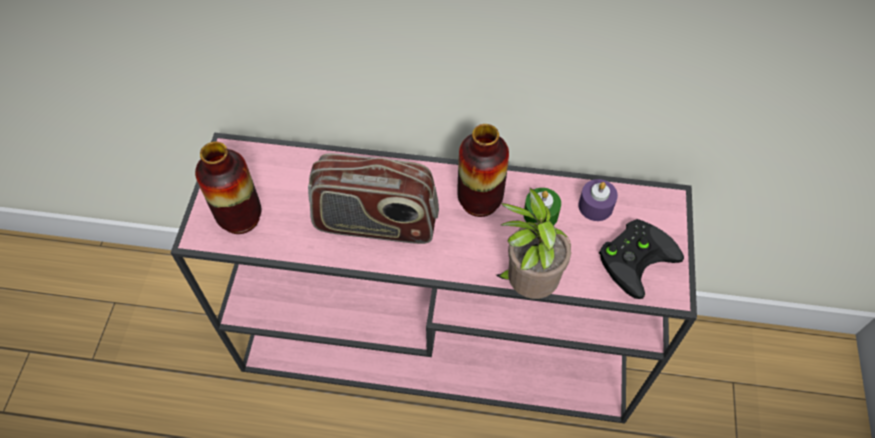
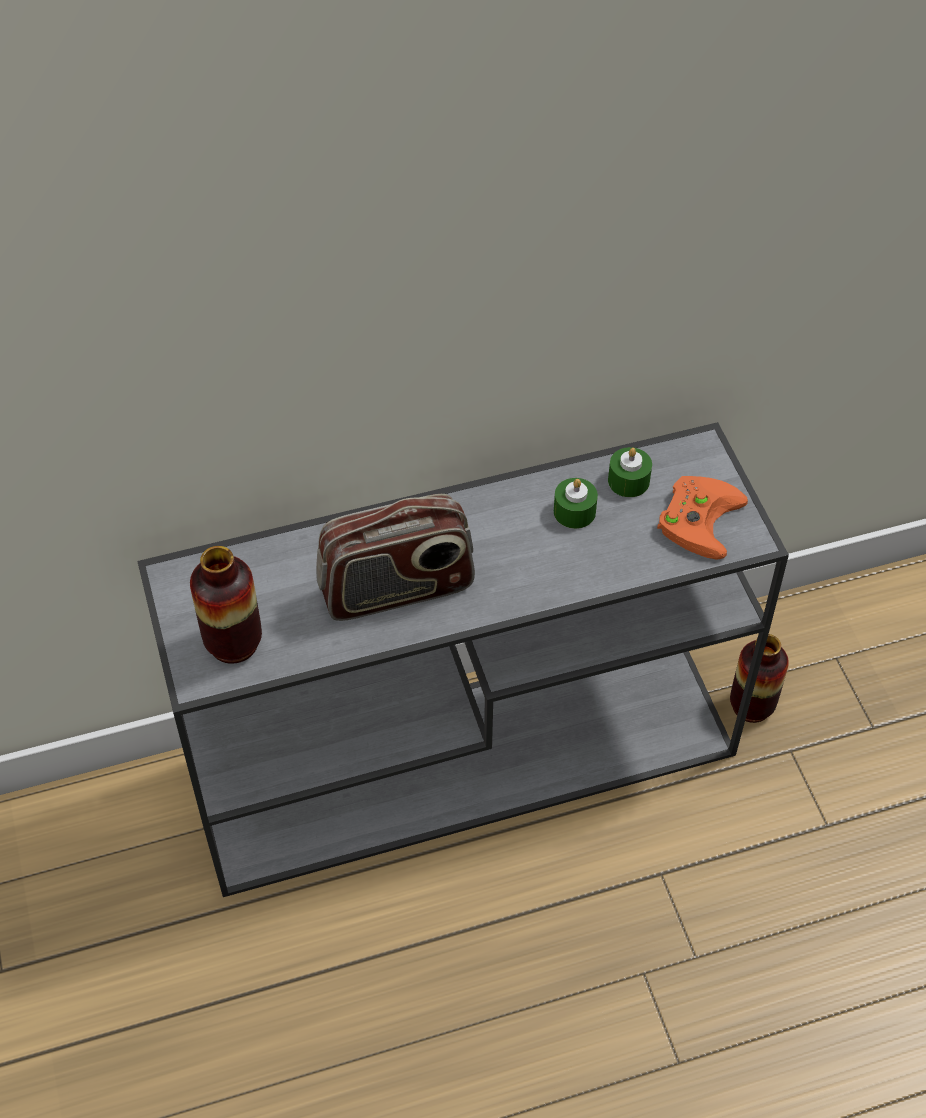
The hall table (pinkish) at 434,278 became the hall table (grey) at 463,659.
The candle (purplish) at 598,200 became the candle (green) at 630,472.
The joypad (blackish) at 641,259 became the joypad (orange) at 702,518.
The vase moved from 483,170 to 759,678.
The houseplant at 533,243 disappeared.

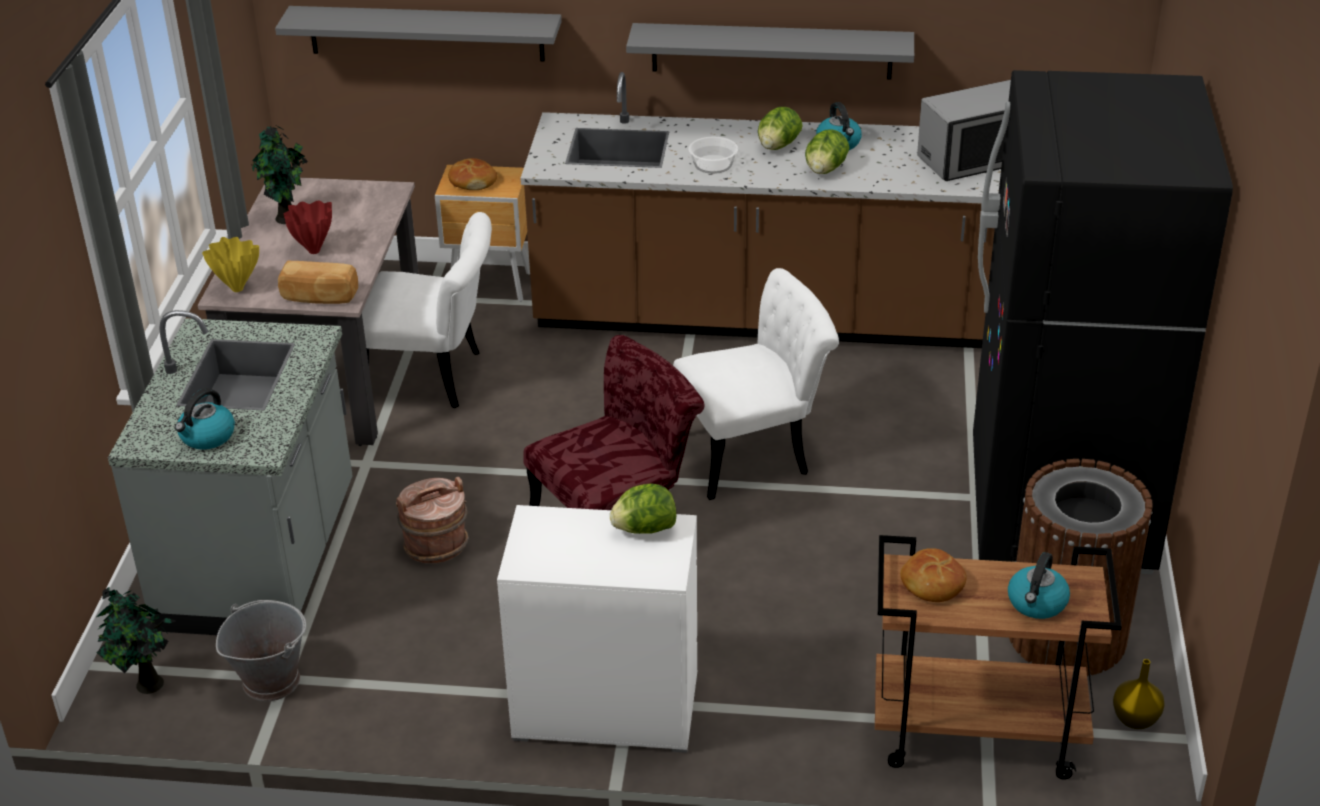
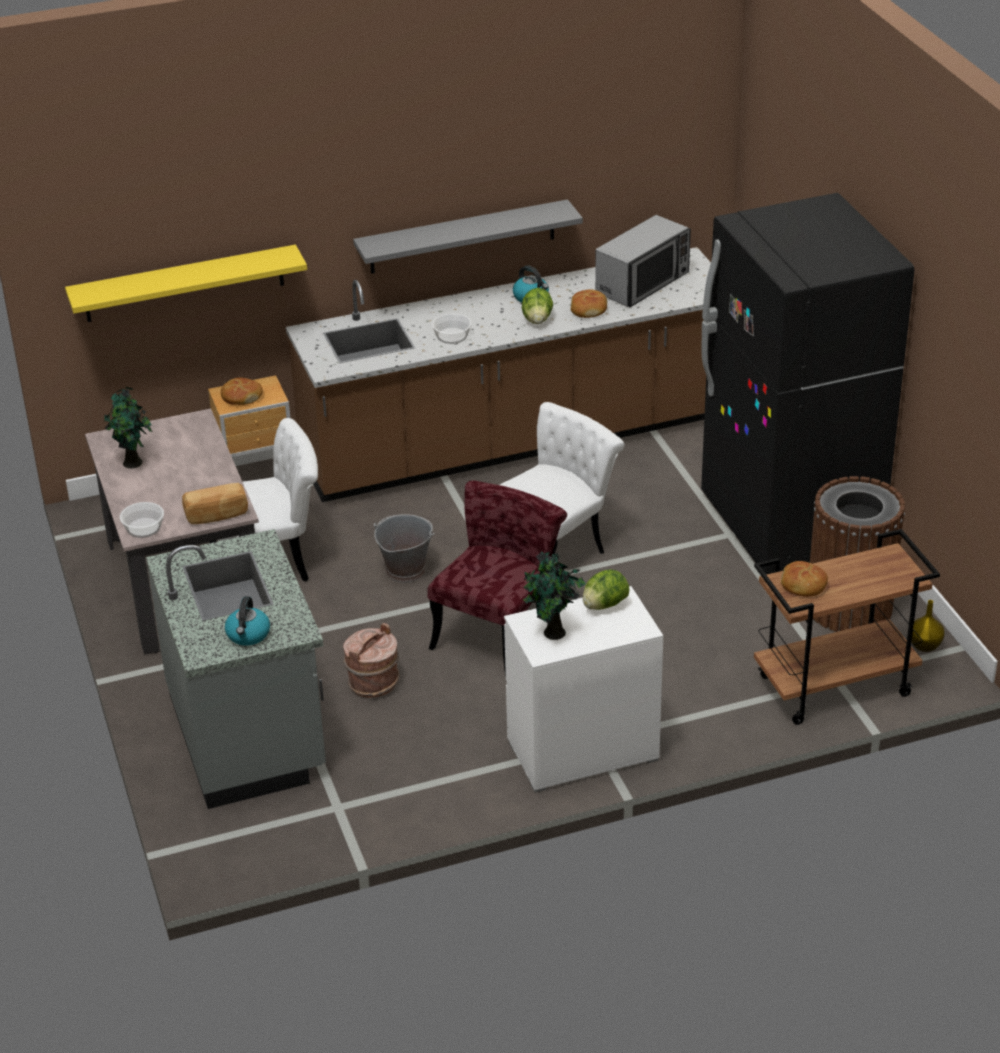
The bracket shelf (grey) at 418,34 became the bracket shelf (yellow-coloured) at 186,283.
The vase (yellow-coloured) at 230,264 was replaced by the serving bowl at 142,520.
The pail (grey) moved from 261,650 to 404,548.
The houseplant moved from 136,640 to 554,596.
The bakery bread at 589,303 appeared.
The vase (red) at 308,227 disappeared.
The lettuce head at 780,128 disappeared.
The kettle at 1039,585 disappeared.

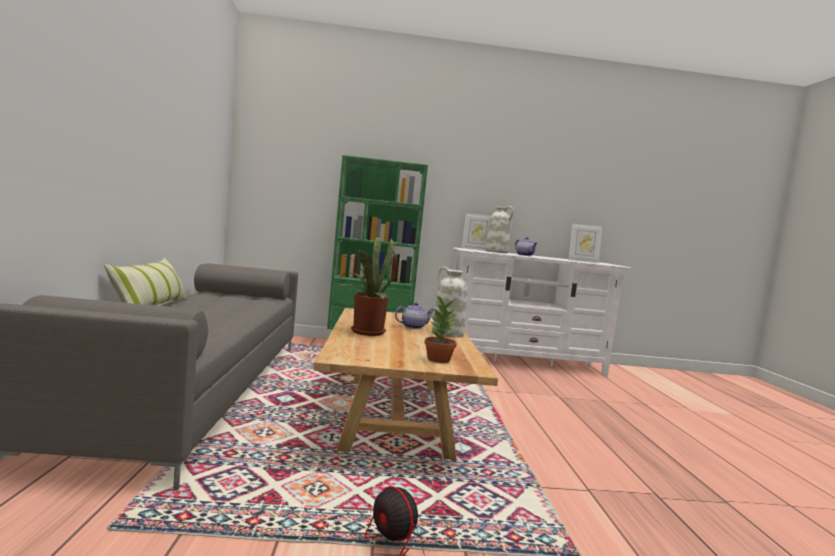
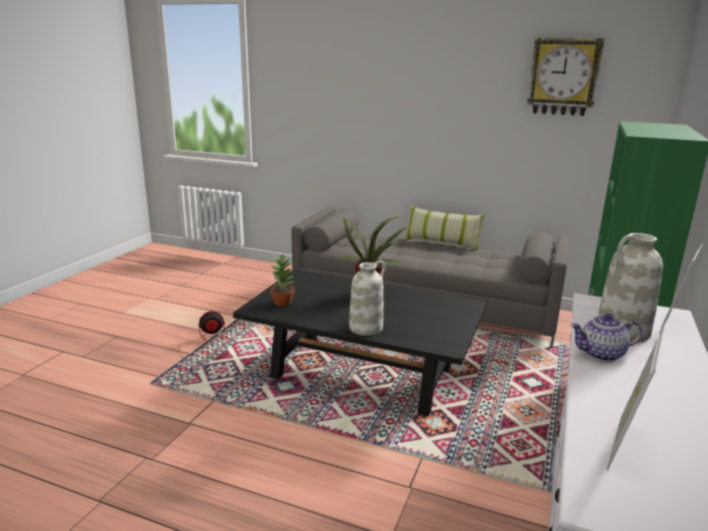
The low table (sand-coloured) at 406,384 became the low table (blackish) at 360,342.
The clock on the wall at 566,77 appeared.
The tea pot at 414,315 disappeared.

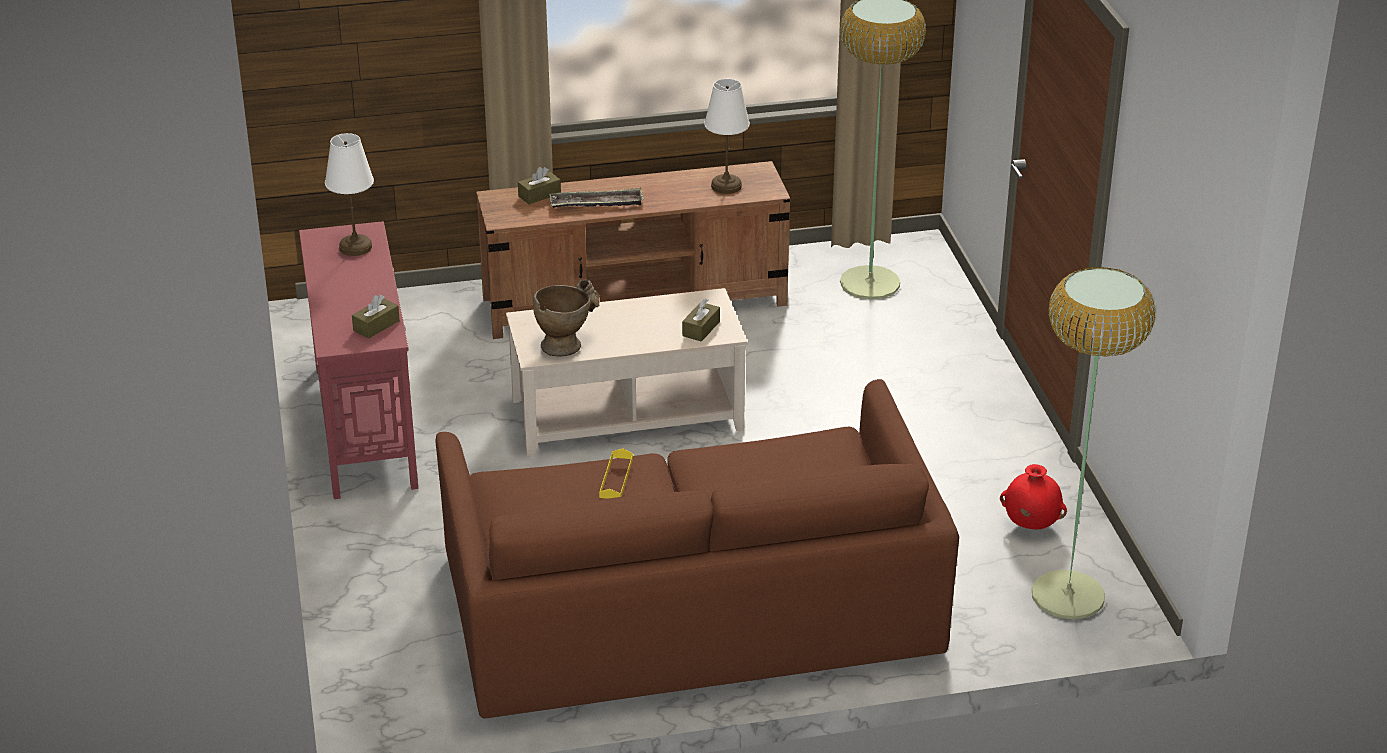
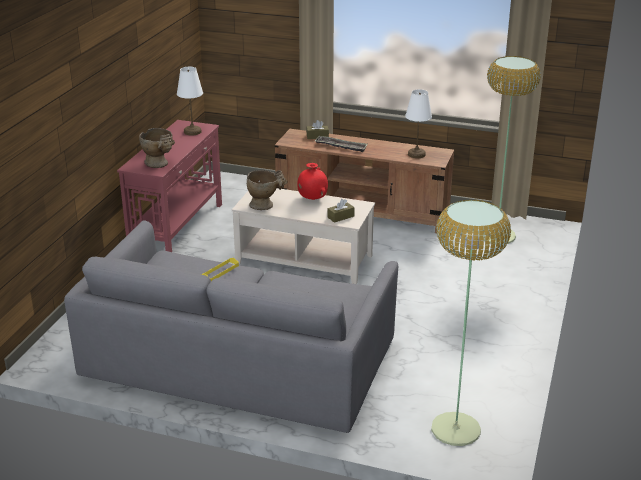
The sofa (brown-coloured) at 697,549 became the sofa (grey) at 231,326.
The tissue holder (brown-coloured) at 376,316 was replaced by the vase (sand-coloured) at 157,148.
The vase (red) moved from 1033,496 to 312,181.

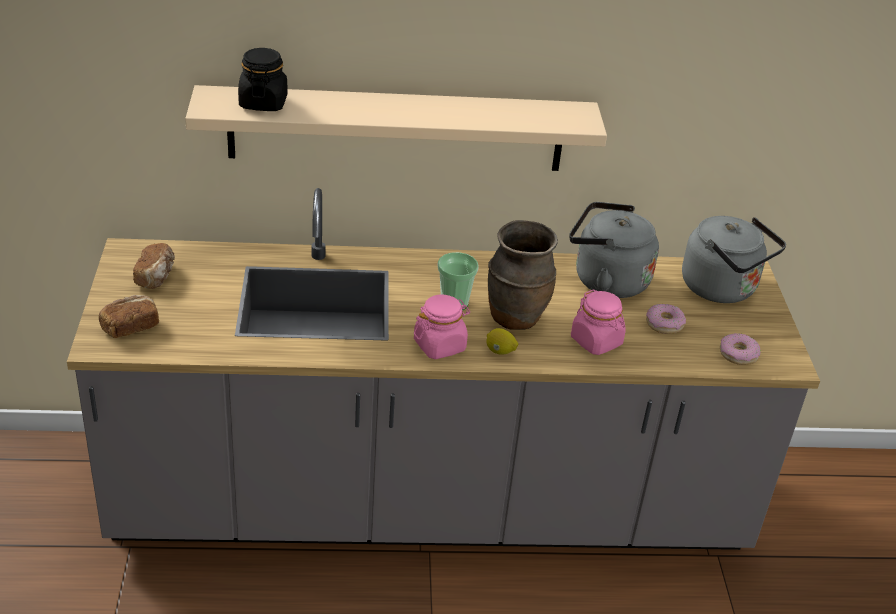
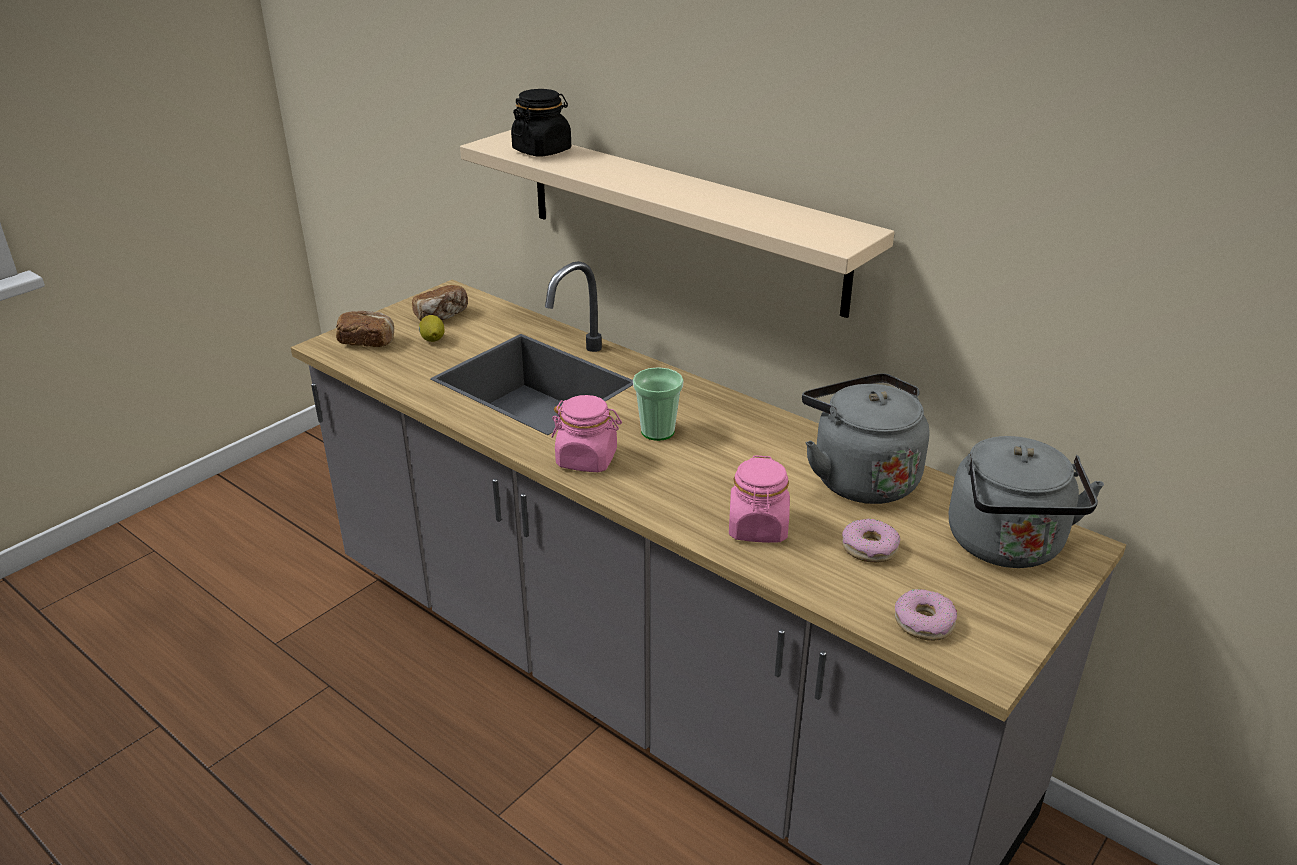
The whole lemon moved from 502,341 to 432,328.
The vase (brown-coloured) at 523,275 disappeared.

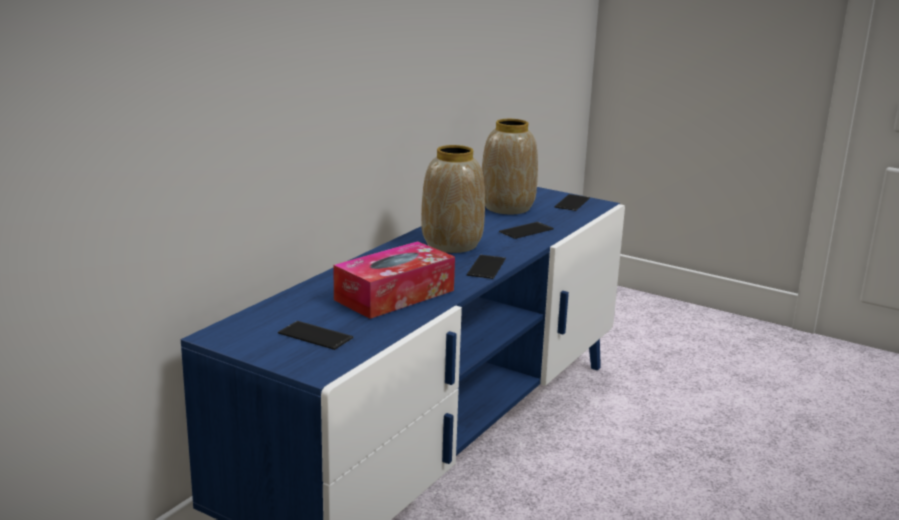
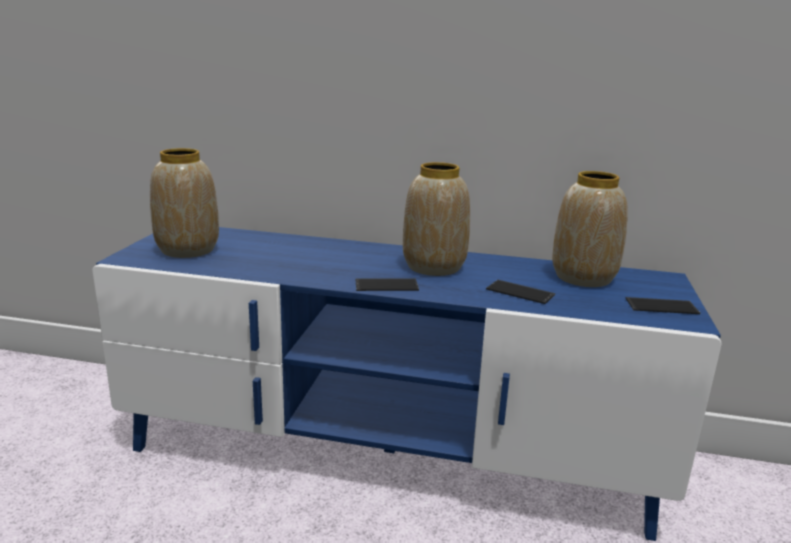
The telephone at 315,335 was replaced by the vase at 184,203.
The tissue holder at 394,280 disappeared.

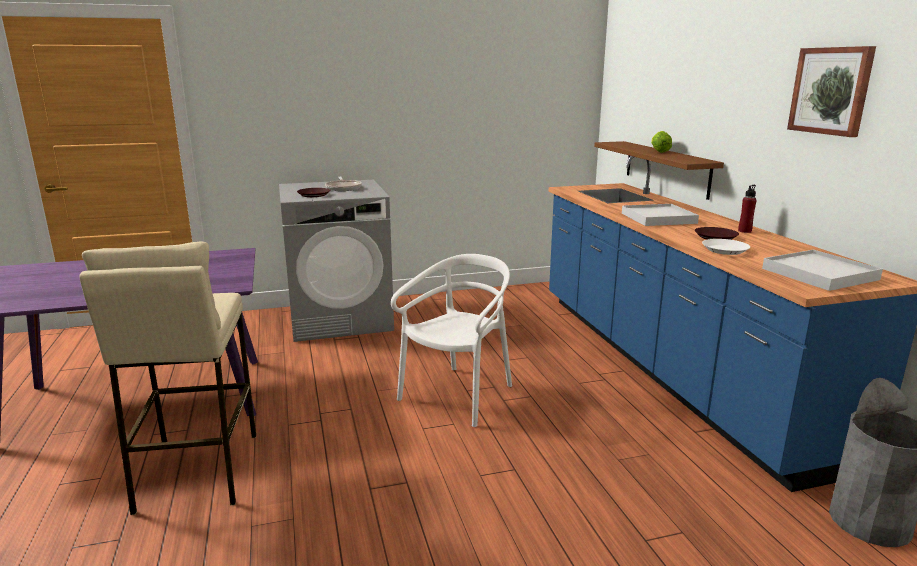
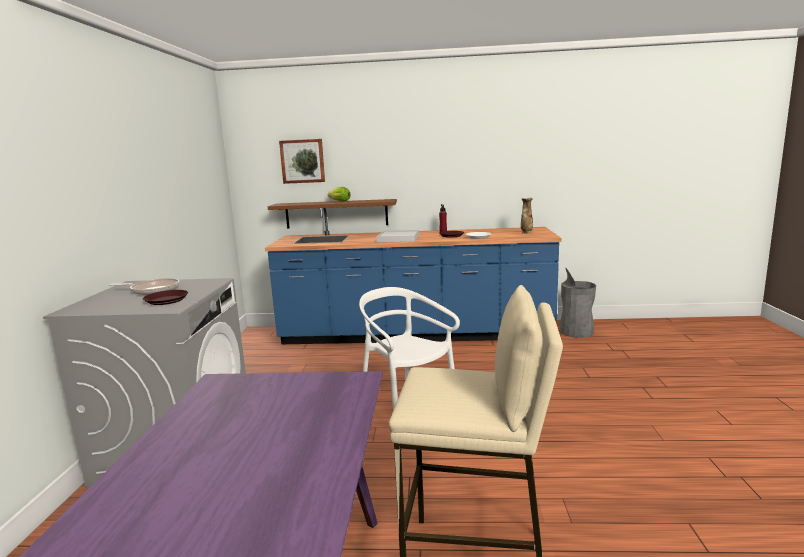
The wall picture moved from 831,91 to 302,161.
The carrying tray (white) at 822,270 was replaced by the vase at 527,216.

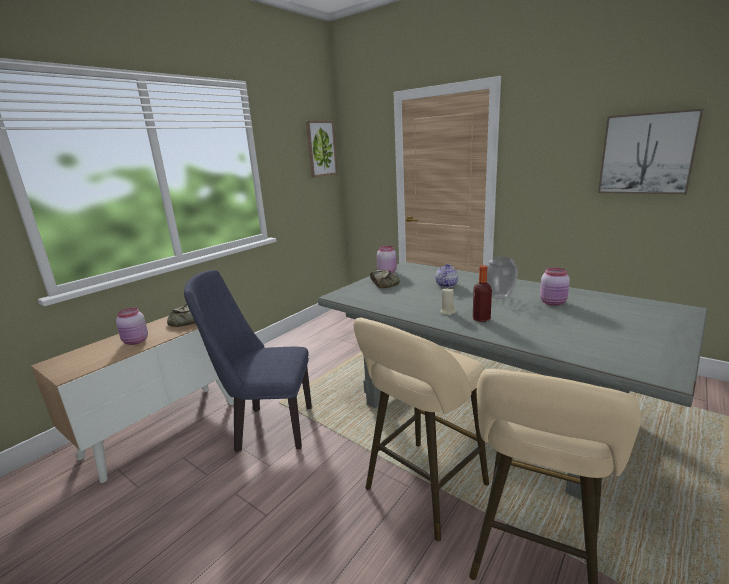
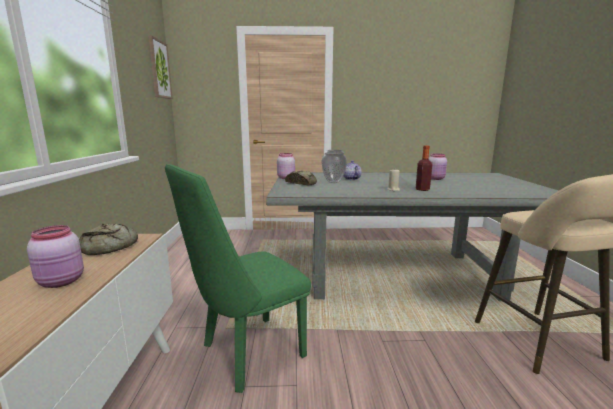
The upright chair (blue) at 248,361 became the upright chair (green) at 238,278.
The vase moved from 502,277 to 334,166.
The sitting stool (sand-coloured) at 421,429 disappeared.
The wall picture at 650,151 disappeared.

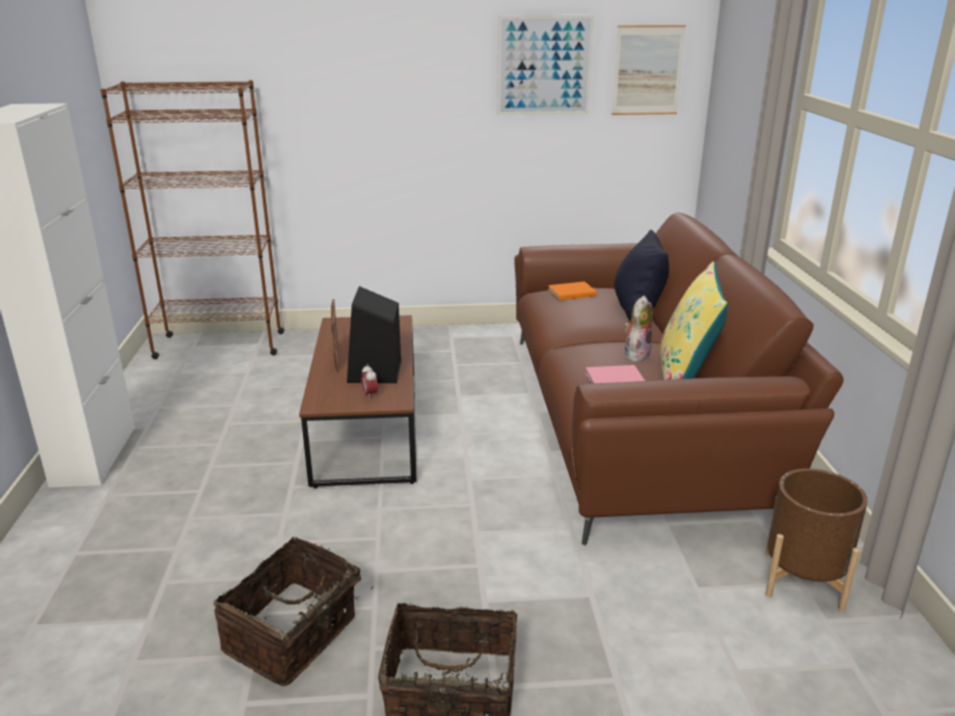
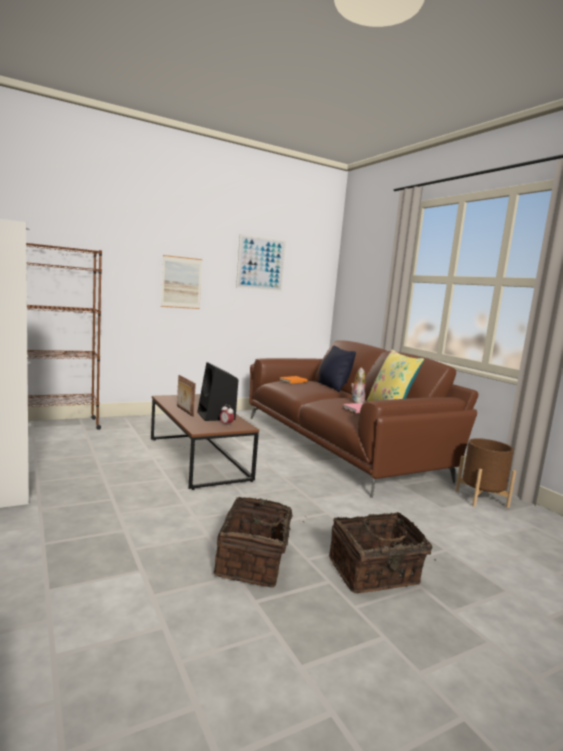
The wall picture moved from 649,70 to 181,282.

